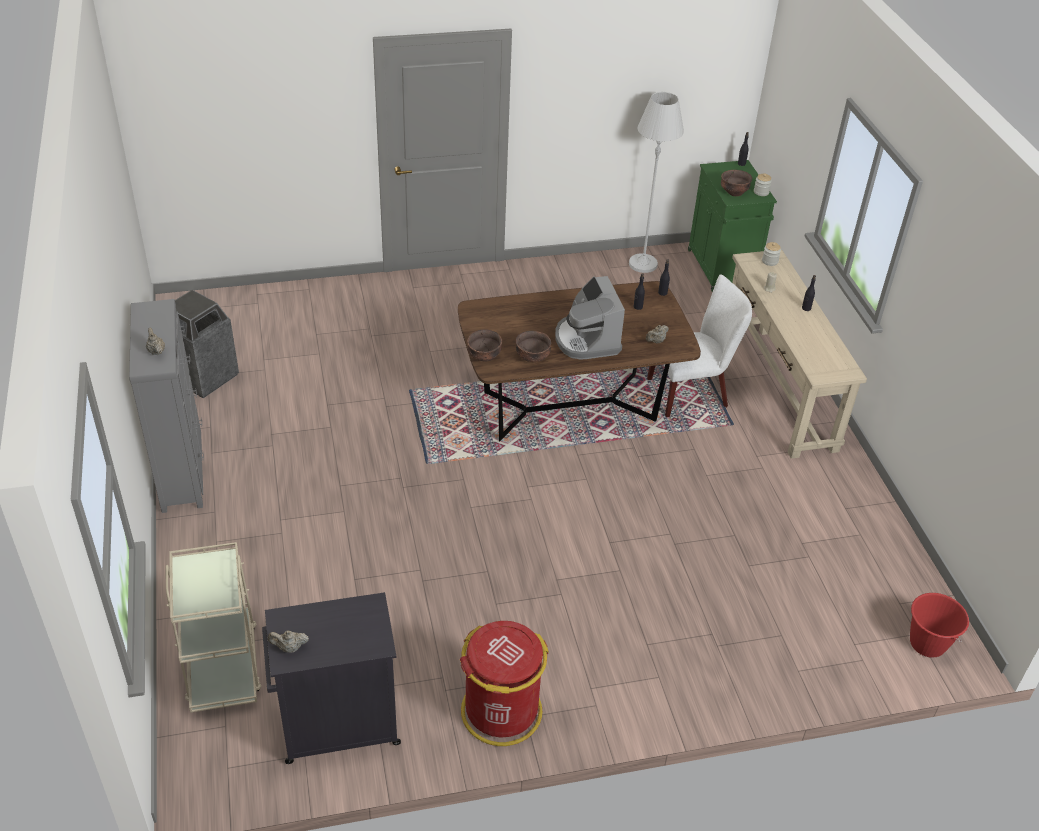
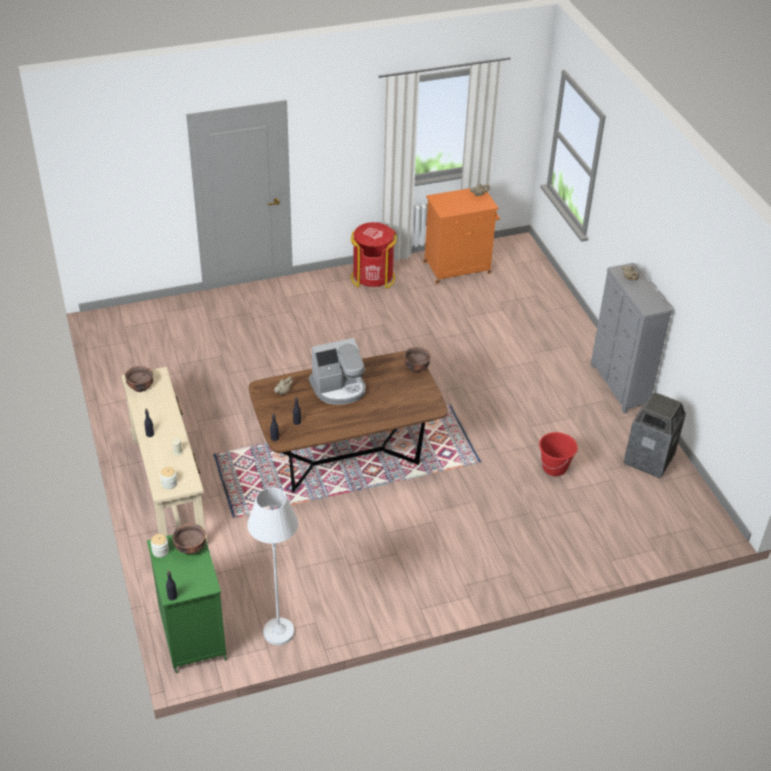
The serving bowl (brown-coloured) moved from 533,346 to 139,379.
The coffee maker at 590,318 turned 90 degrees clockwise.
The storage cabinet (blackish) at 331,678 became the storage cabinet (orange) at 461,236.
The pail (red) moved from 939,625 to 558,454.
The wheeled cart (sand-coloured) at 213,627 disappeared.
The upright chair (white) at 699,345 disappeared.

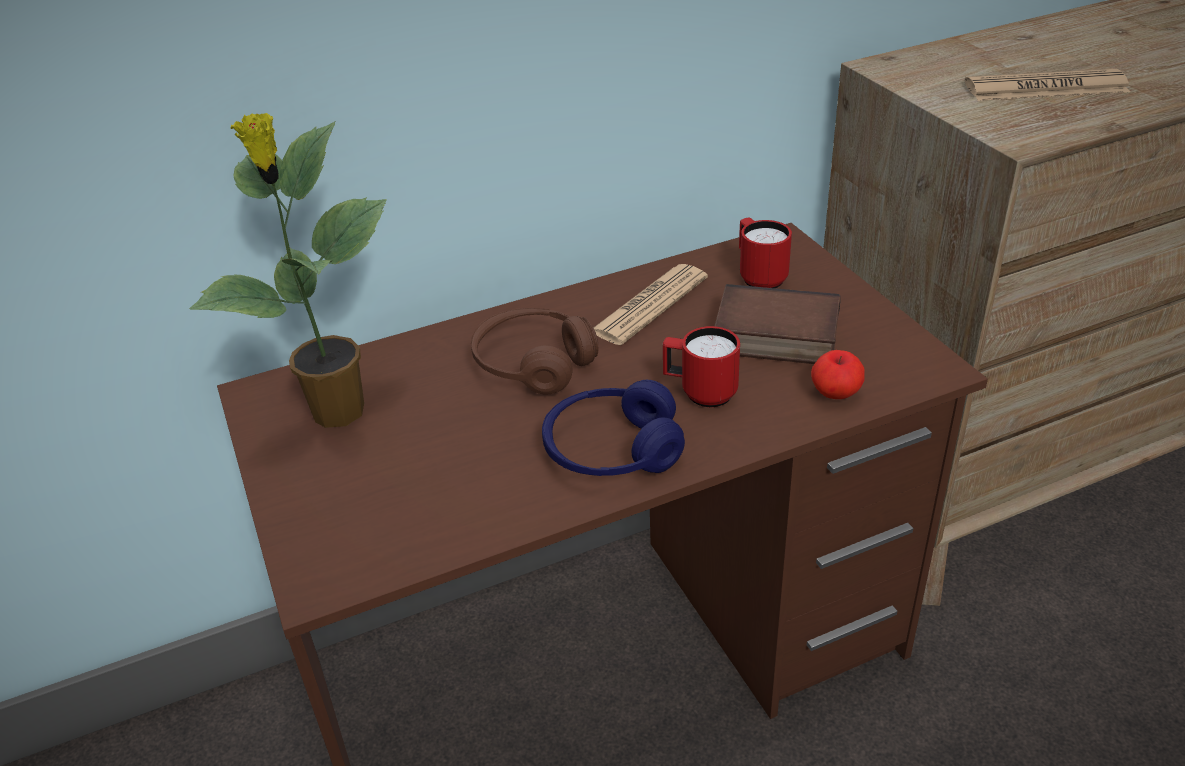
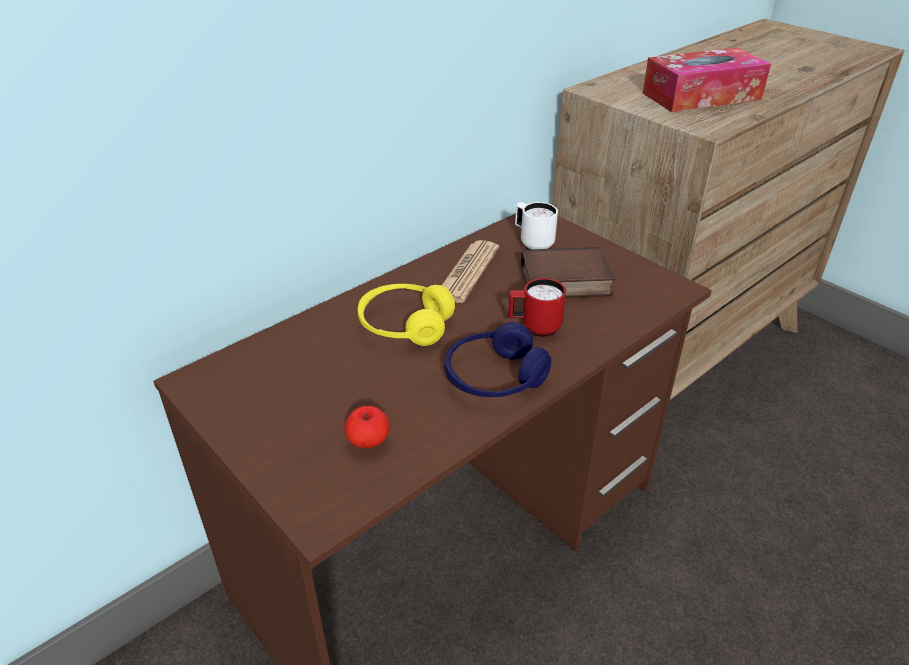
The apple moved from 838,374 to 367,427.
The headphones (brown-coloured) at 534,351 became the headphones (yellow-coloured) at 406,315.
The tea mug (red) at 765,253 became the tea mug (white) at 536,225.
The newspaper at 1047,84 was replaced by the tissue holder at 707,79.
The houseplant at 288,270 disappeared.

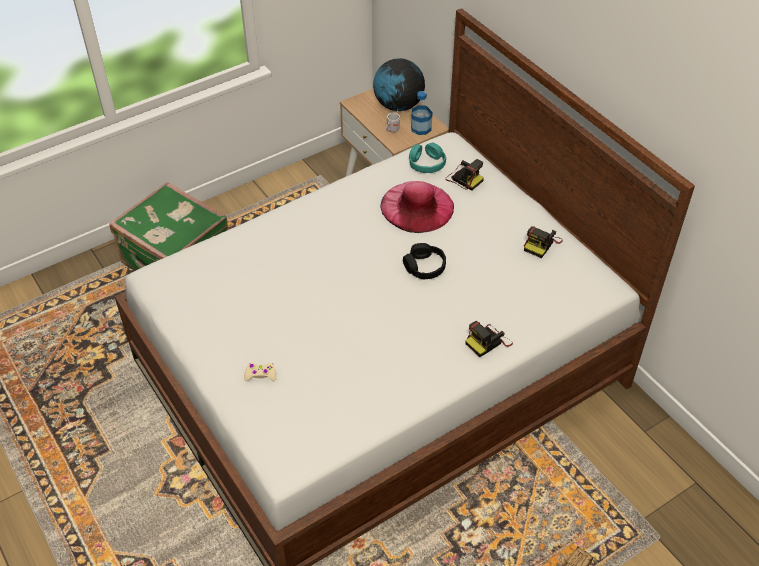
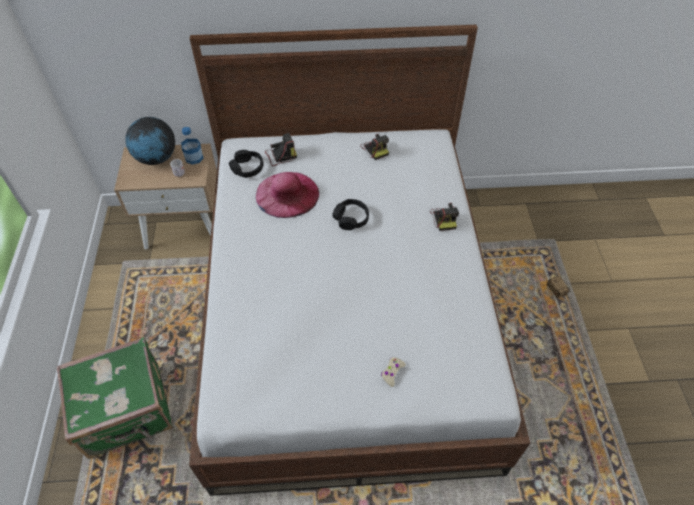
The headphones (turquoise) at 427,158 became the headphones (blackish) at 246,164.

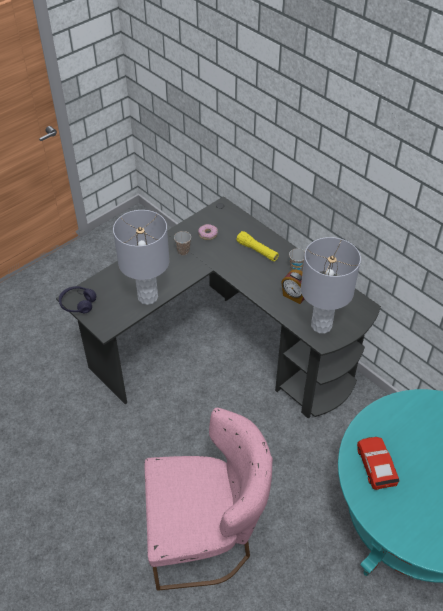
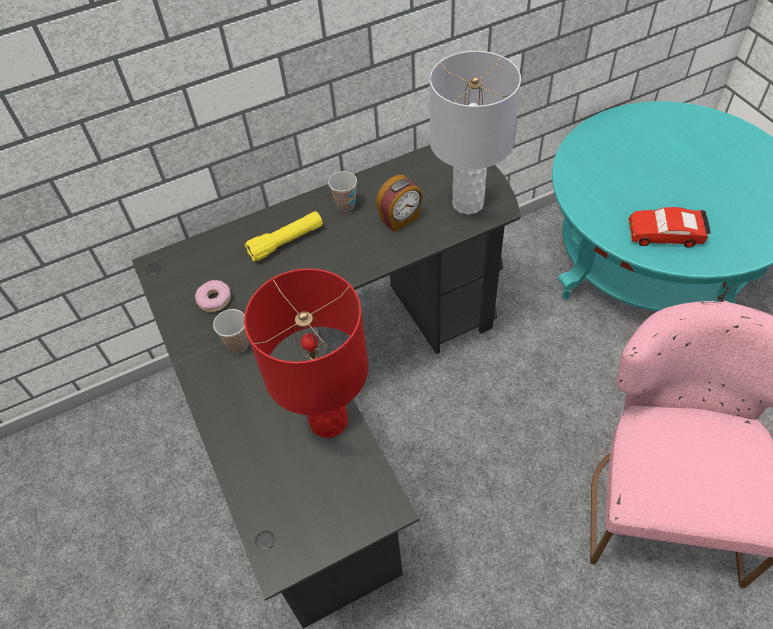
The lamp for a table (grey) at 141,257 became the lamp for a table (red) at 306,353.
The headphones (purplish) at 77,299 disappeared.

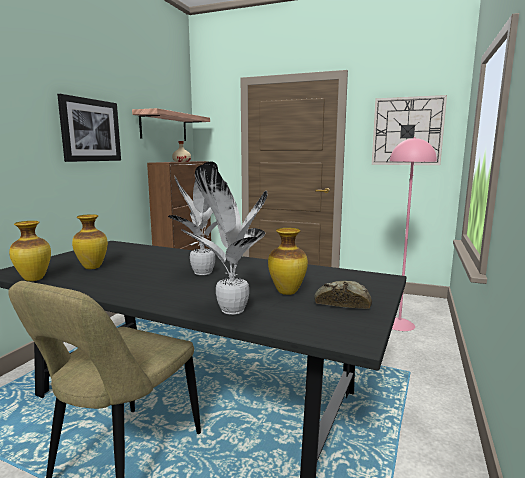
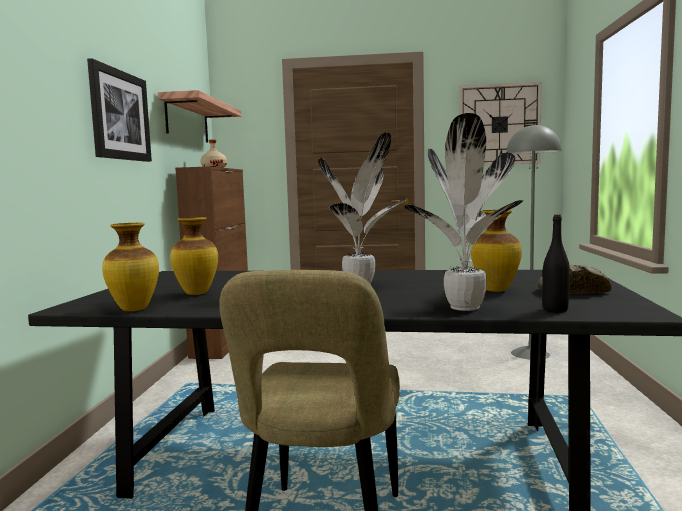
The floor lamp (pinkish) at 413,234 became the floor lamp (grey) at 534,241.
The beverage bottle (blackish) at 556,263 appeared.

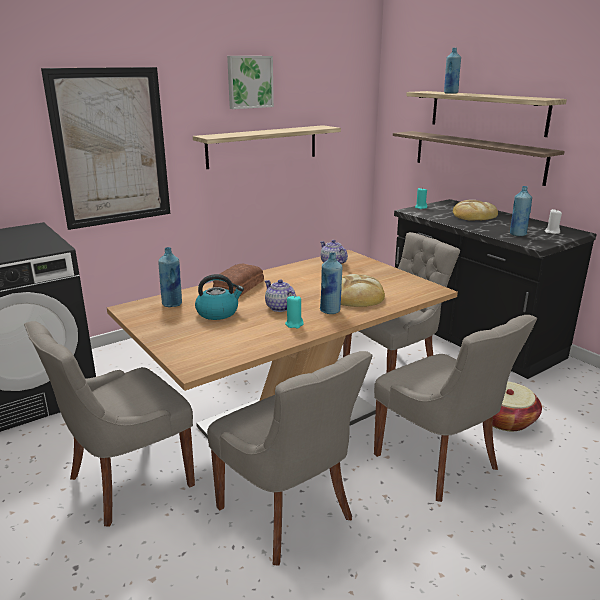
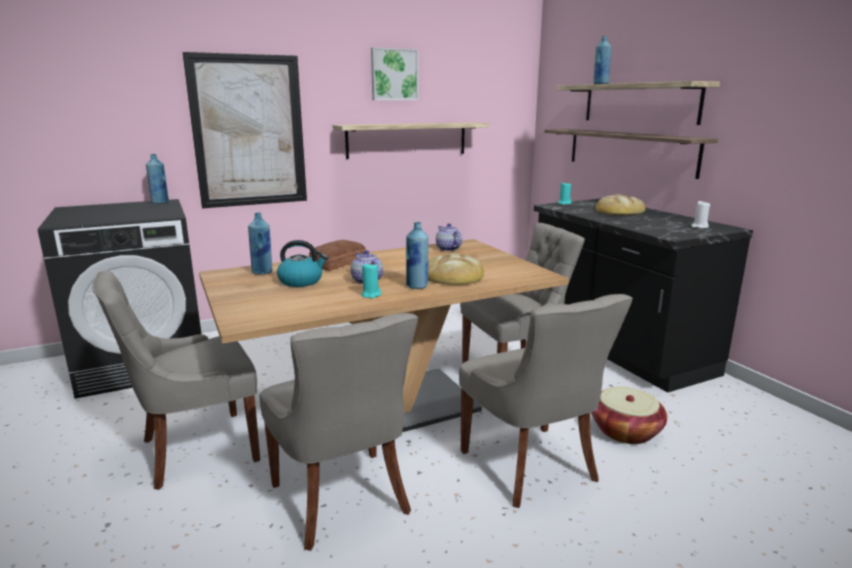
The beverage bottle (blue) moved from 521,211 to 157,179.

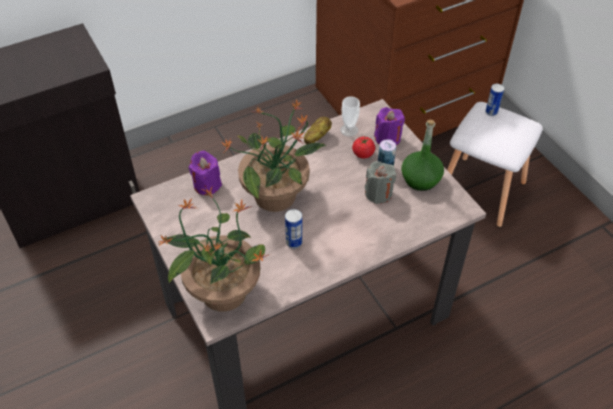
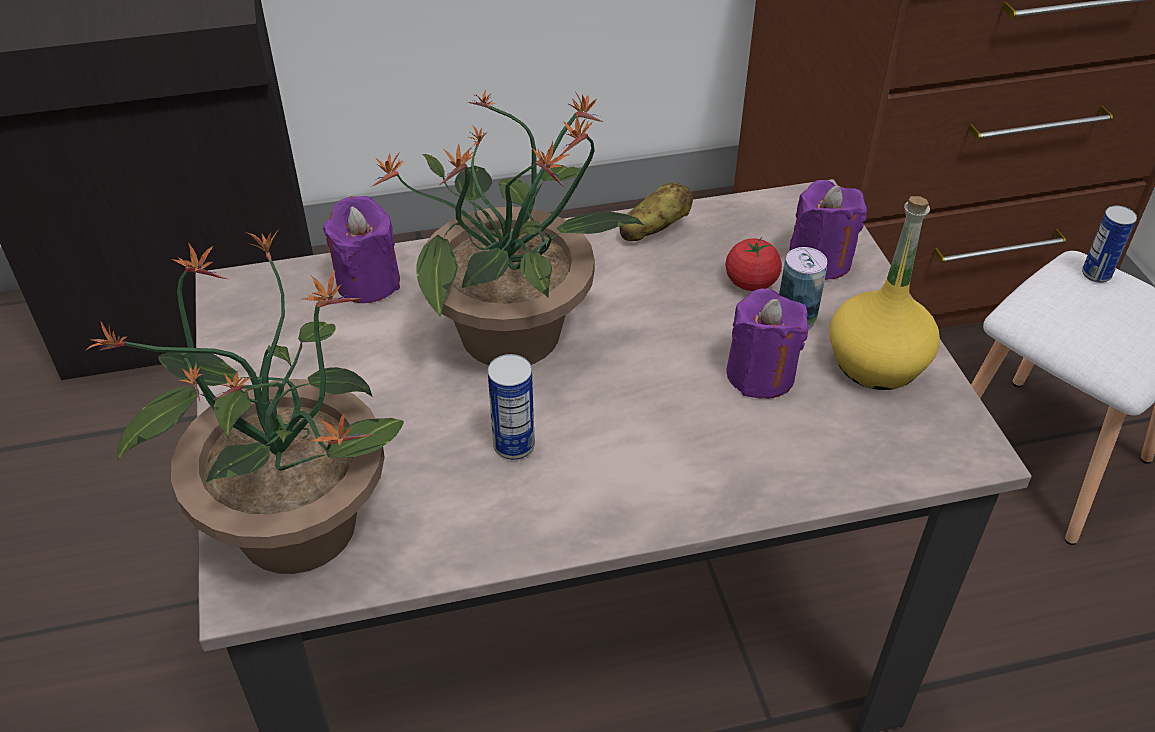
The candle (grey) at 380,182 became the candle (purplish) at 767,344.
The beverage bottle (green) at 422,155 became the beverage bottle (yellow-coloured) at 885,293.
The drinking cup at 350,116 disappeared.

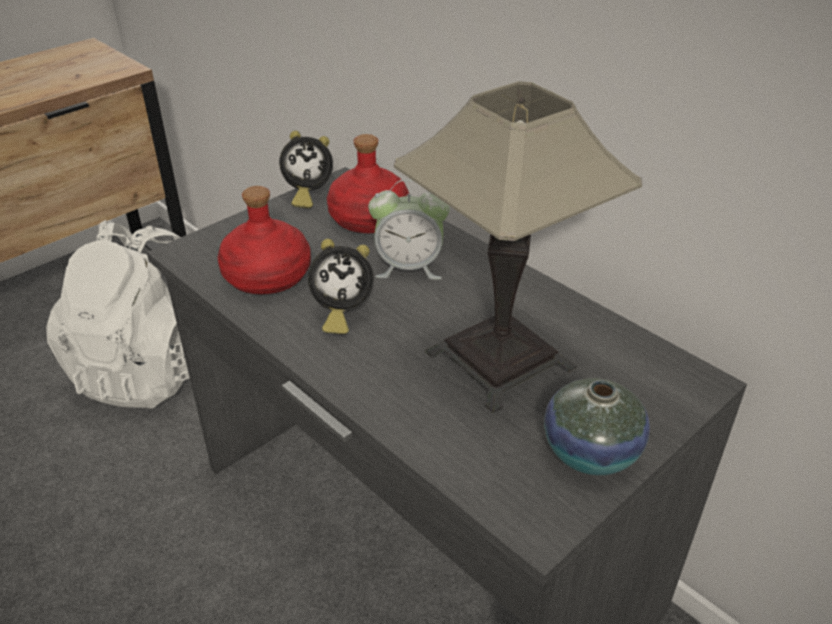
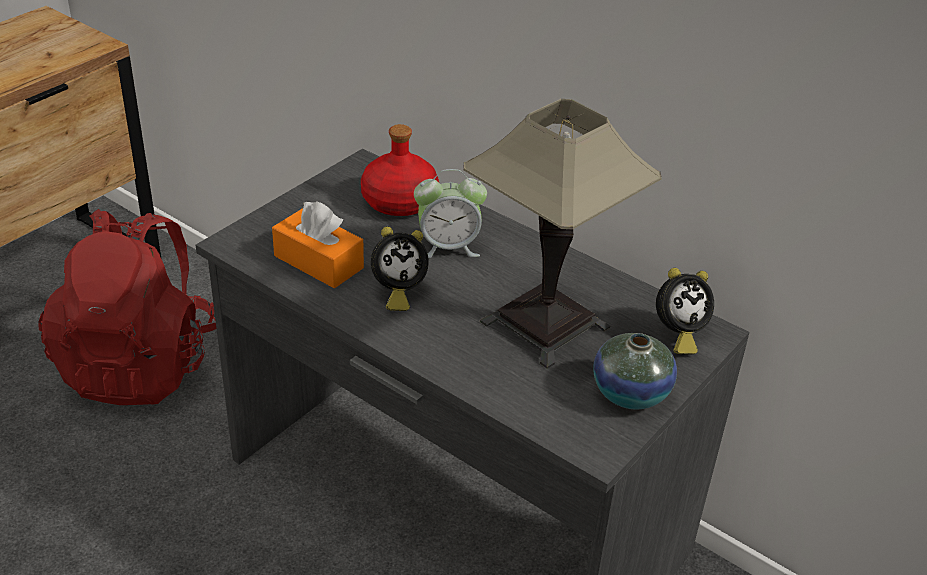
The knapsack (white) at 118,314 became the knapsack (red) at 127,307.
The beverage bottle (red) at 264,240 was replaced by the tissue holder (orange) at 318,244.
The bedside clock moved from 306,169 to 685,311.

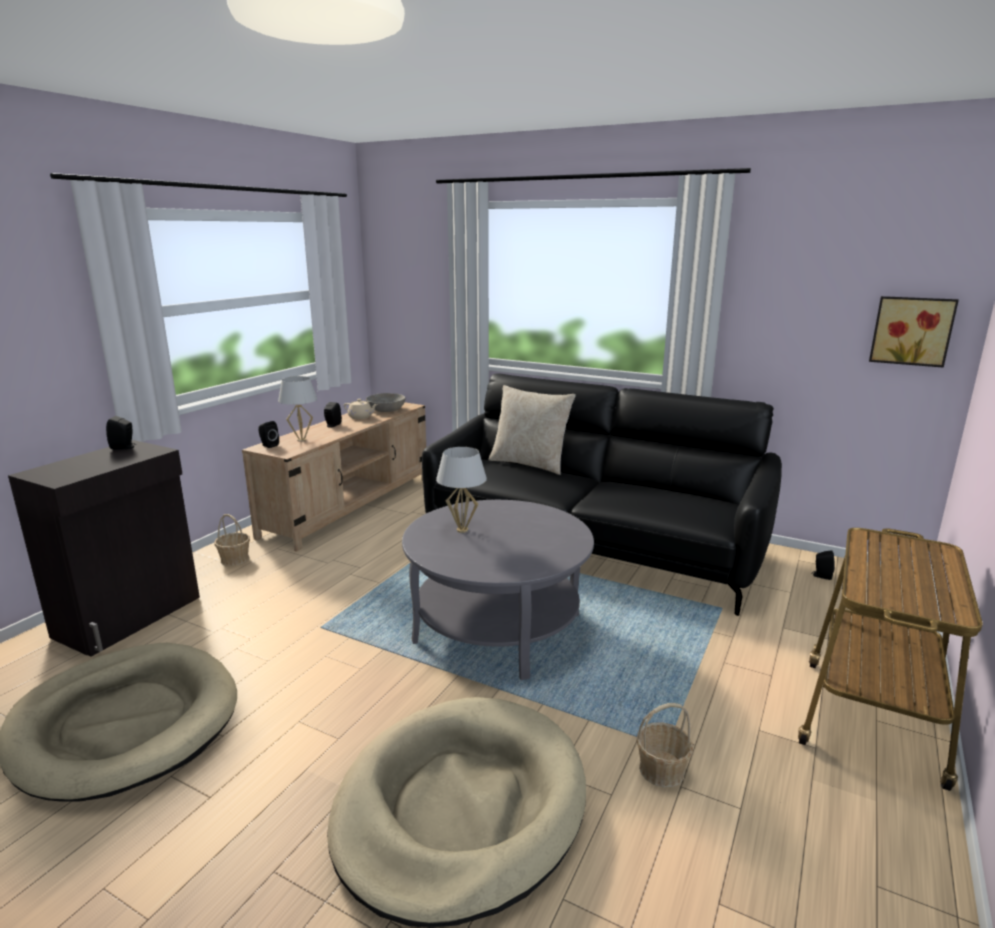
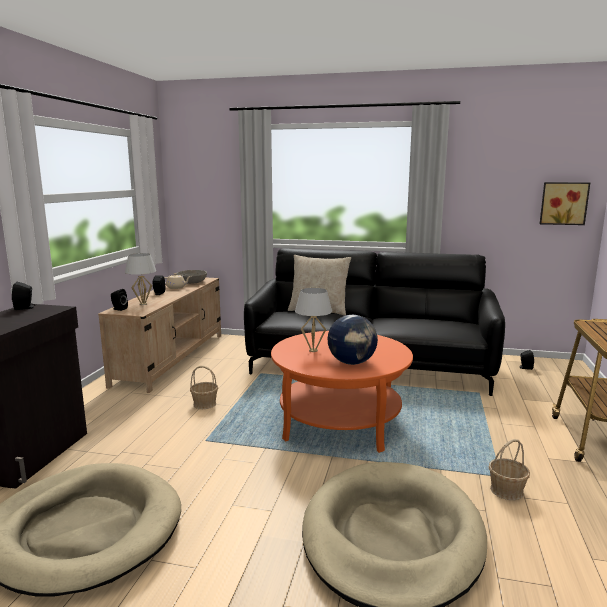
The basket moved from 232,540 to 204,387.
The low table (grey) at 498,590 became the low table (orange) at 342,392.
The desk globe at 353,340 appeared.

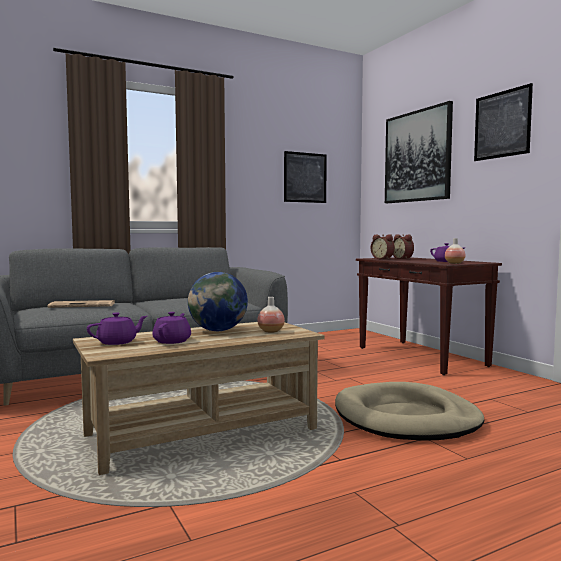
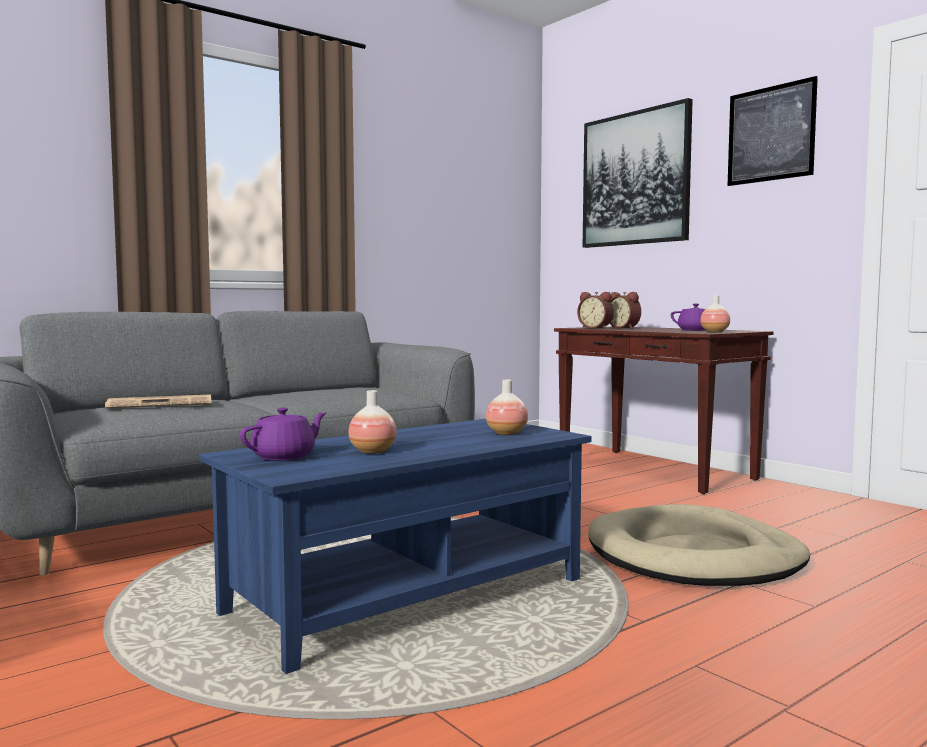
The low table (sand-coloured) at 198,398 became the low table (blue) at 395,546.
The tea pot (purplish) at 171,328 was replaced by the vase at 372,422.
The desk globe at 218,301 disappeared.
The wall picture at 305,177 disappeared.

